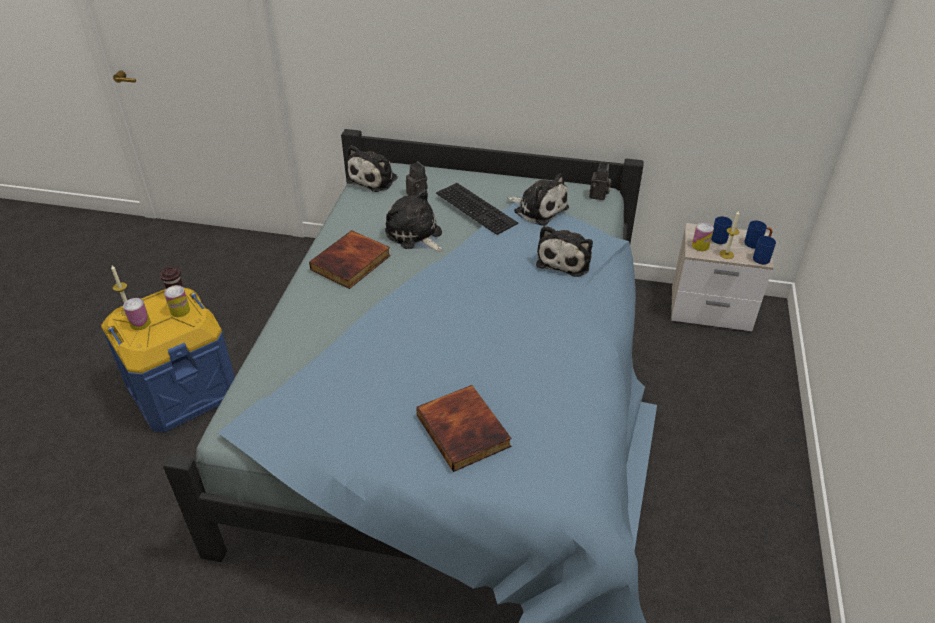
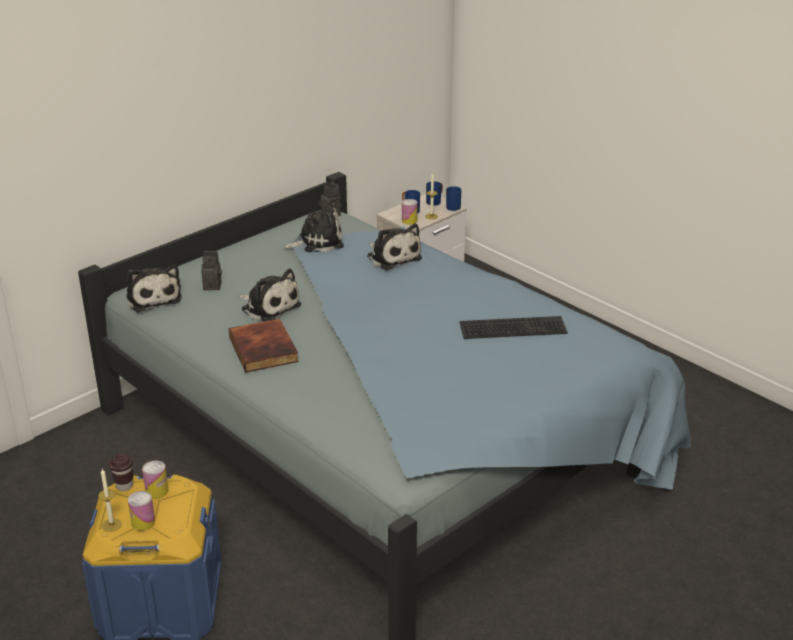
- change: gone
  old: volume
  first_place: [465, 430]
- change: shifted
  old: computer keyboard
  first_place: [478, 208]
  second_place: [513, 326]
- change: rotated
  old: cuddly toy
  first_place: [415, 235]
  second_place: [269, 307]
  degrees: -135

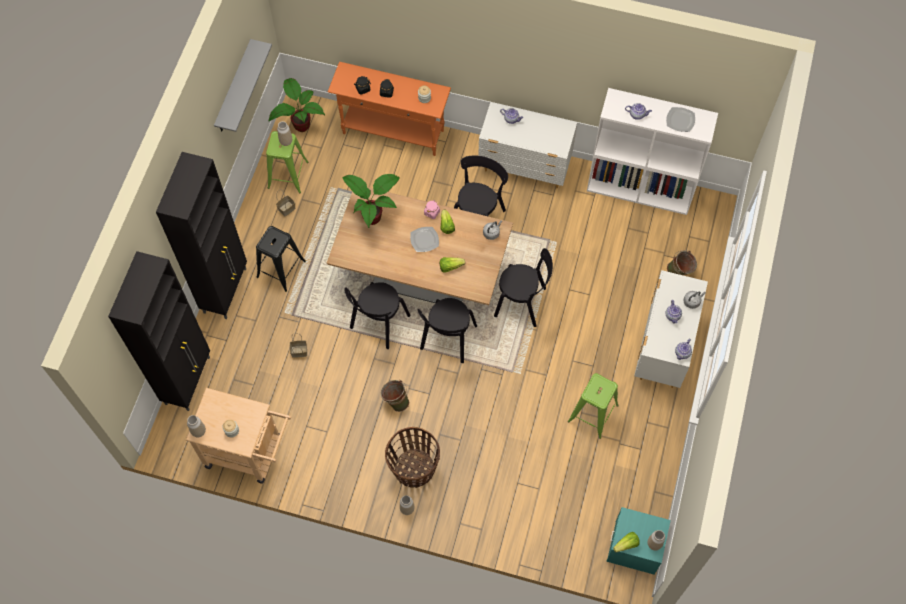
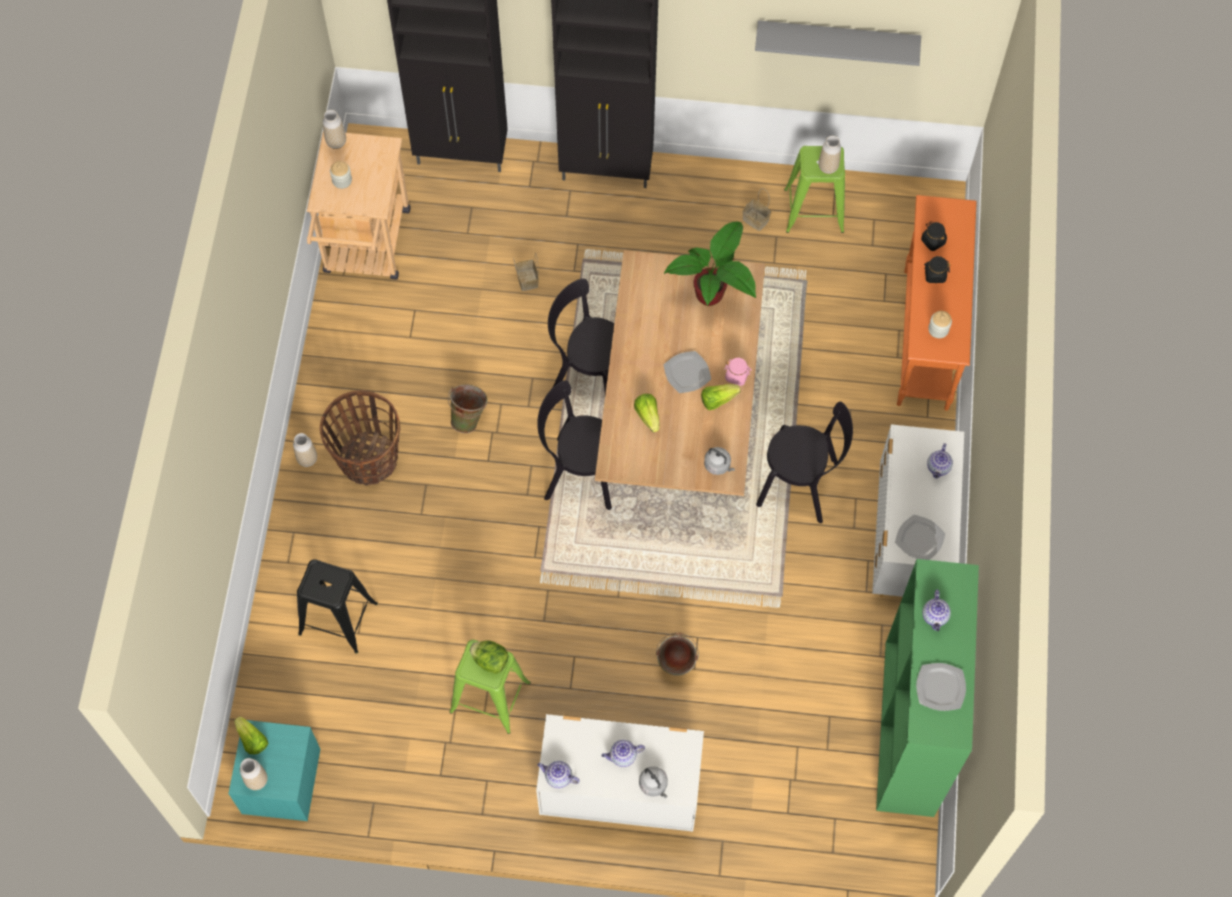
- change: gone
  old: plant in a pot
  first_place: [300, 125]
- change: gone
  old: chair (black)
  first_place: [523, 303]
- change: new
  new: lettuce head
  second_place: [490, 661]
- change: new
  new: dinner plate
  second_place: [919, 538]
- change: shifted
  old: stool (black)
  first_place: [281, 269]
  second_place: [338, 619]
- change: shifted
  old: water bucket (green-coloured)
  first_place: [680, 273]
  second_place: [676, 665]
- change: repainted
  old: bookshelf (white-coloured)
  new: bookshelf (green-coloured)
  first_place: [640, 188]
  second_place: [910, 729]

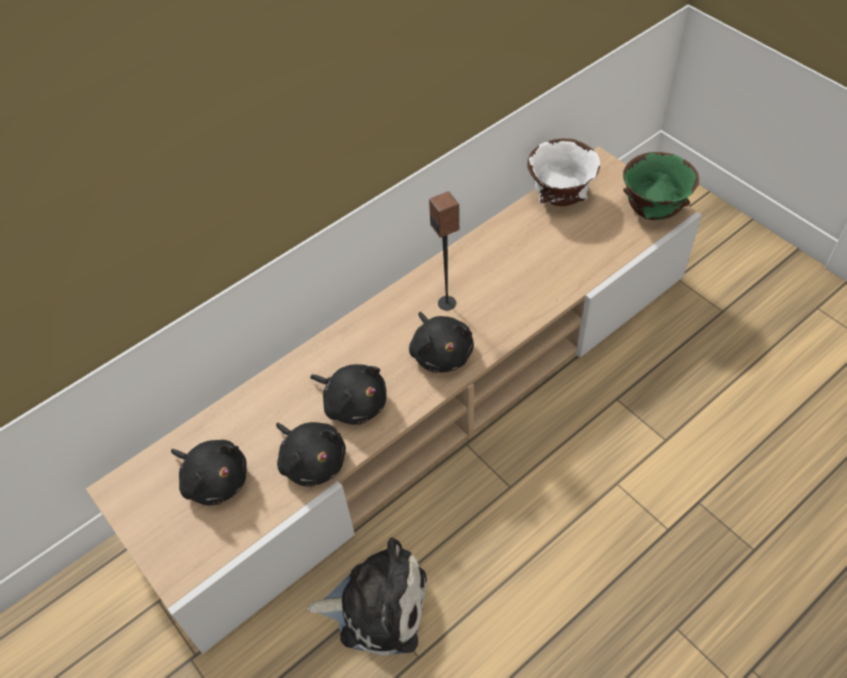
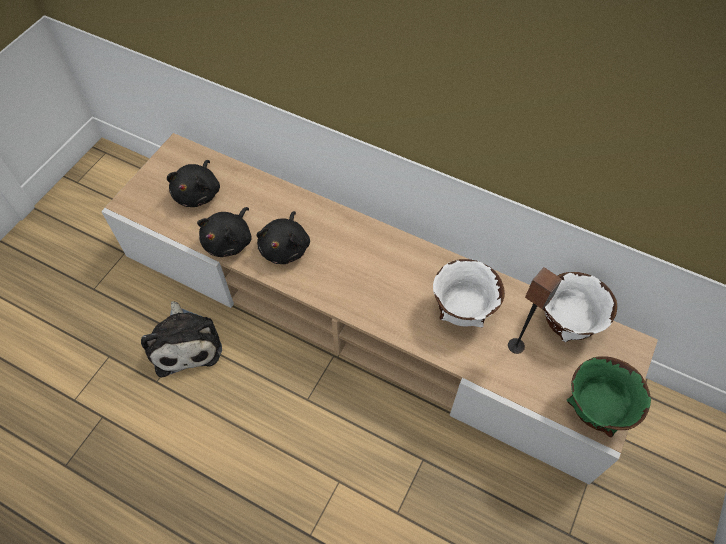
- change: gone
  old: cuddly toy (black)
  first_place: [441, 353]
- change: new
  new: bowl (white-coloured)
  second_place: [462, 311]
- change: shifted
  old: audio speaker
  first_place: [447, 303]
  second_place: [516, 346]

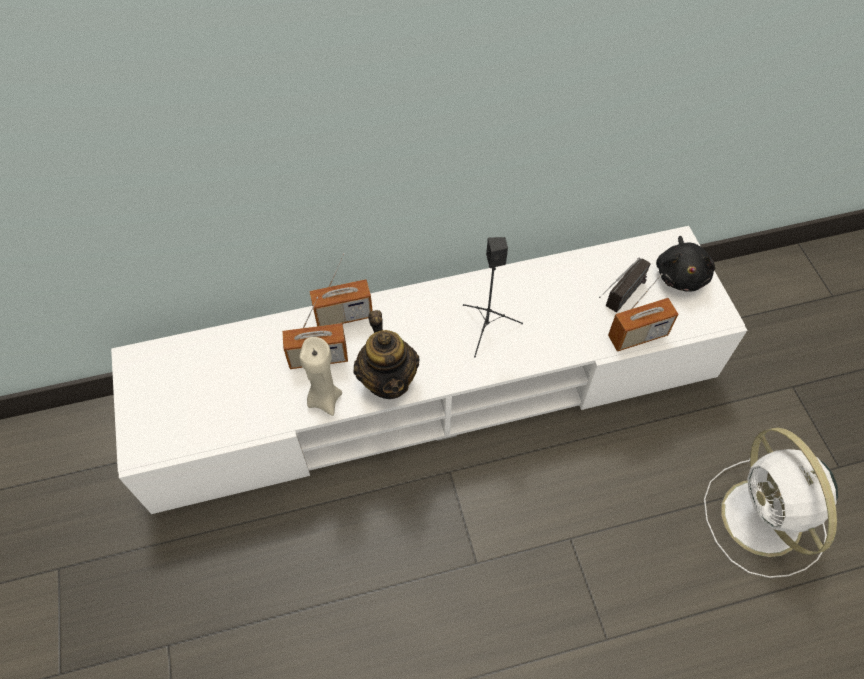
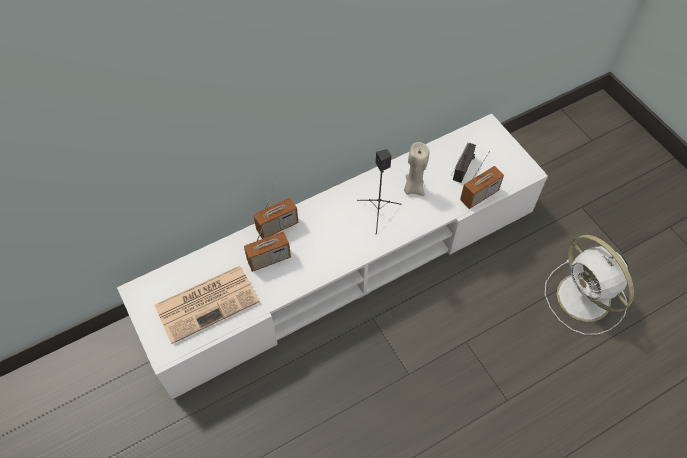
- change: gone
  old: pot for tea
  first_place: [388, 380]
- change: gone
  old: cuddly toy (black)
  first_place: [681, 275]
- change: new
  new: newspaper
  second_place: [208, 302]
- change: shifted
  old: candle (beige)
  first_place: [324, 398]
  second_place: [413, 188]

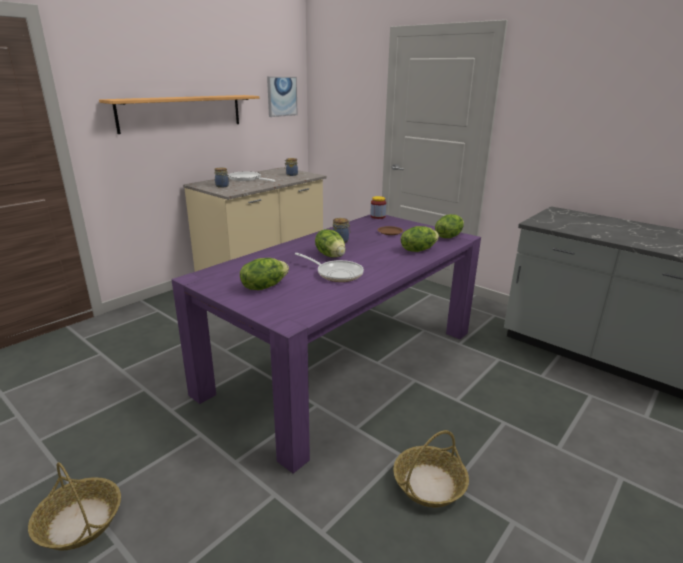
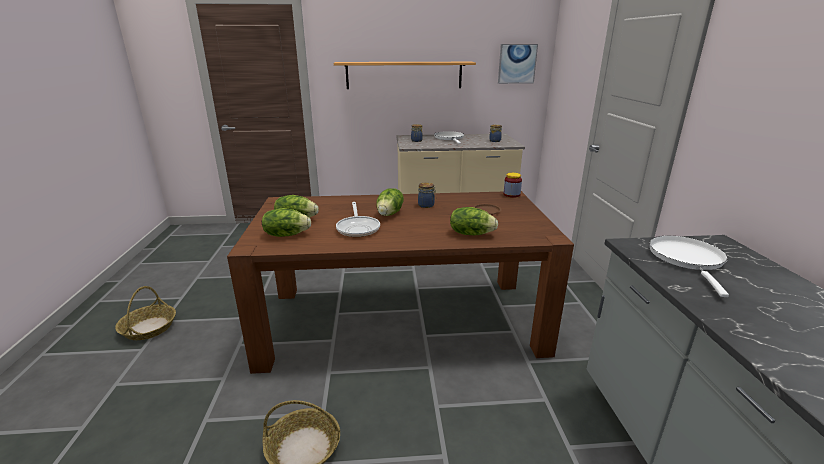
- change: new
  new: frying pan (white-coloured)
  second_place: [687, 259]
- change: shifted
  old: lettuce head
  first_place: [448, 236]
  second_place: [286, 234]
- change: repainted
  old: dinner table (purple)
  new: dinner table (brownish)
  first_place: [343, 361]
  second_place: [402, 320]

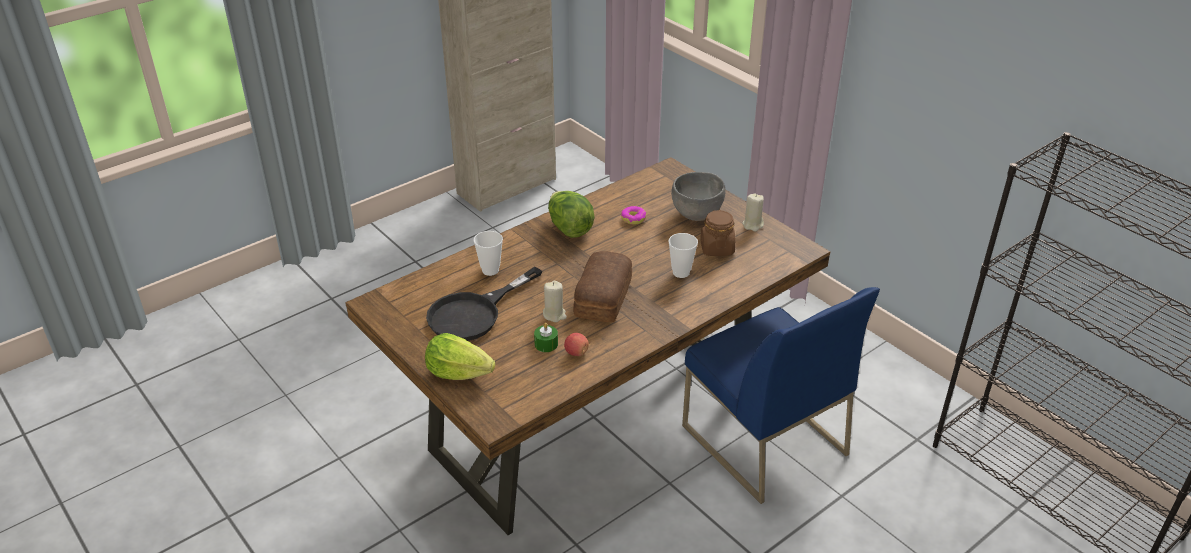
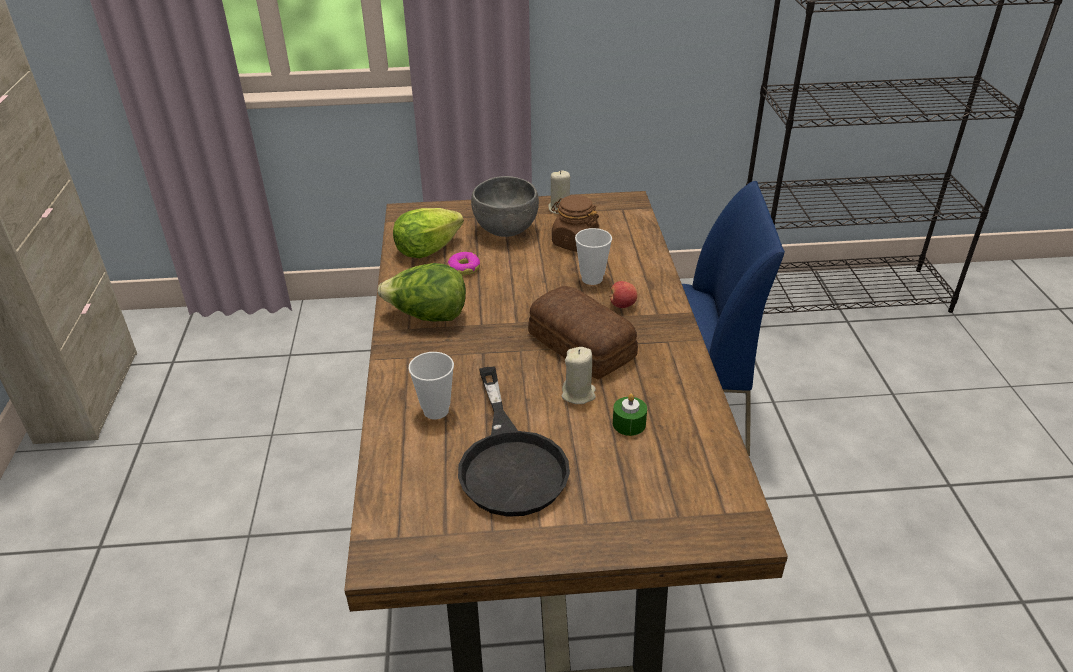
- change: shifted
  old: lettuce head
  first_place: [458, 373]
  second_place: [427, 249]
- change: shifted
  old: whole apple
  first_place: [576, 352]
  second_place: [622, 305]

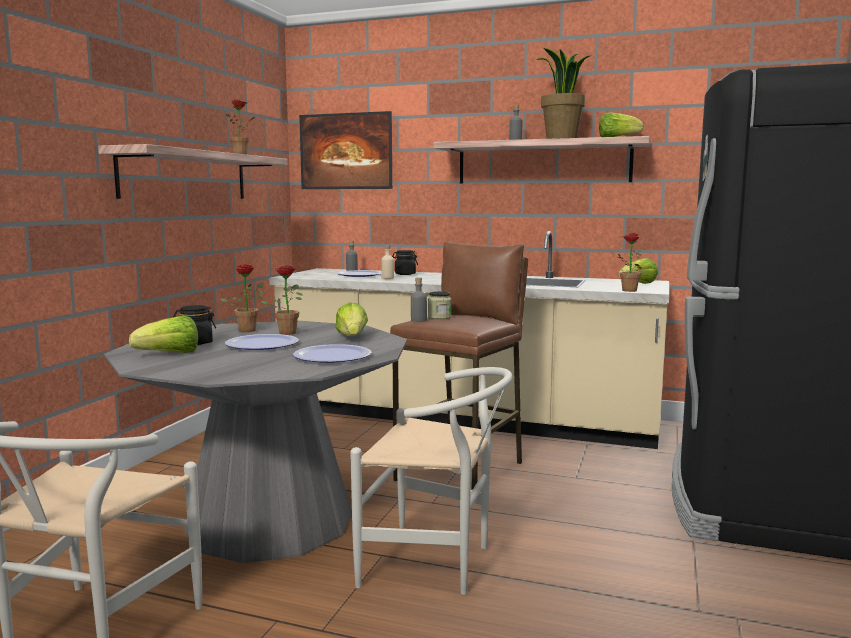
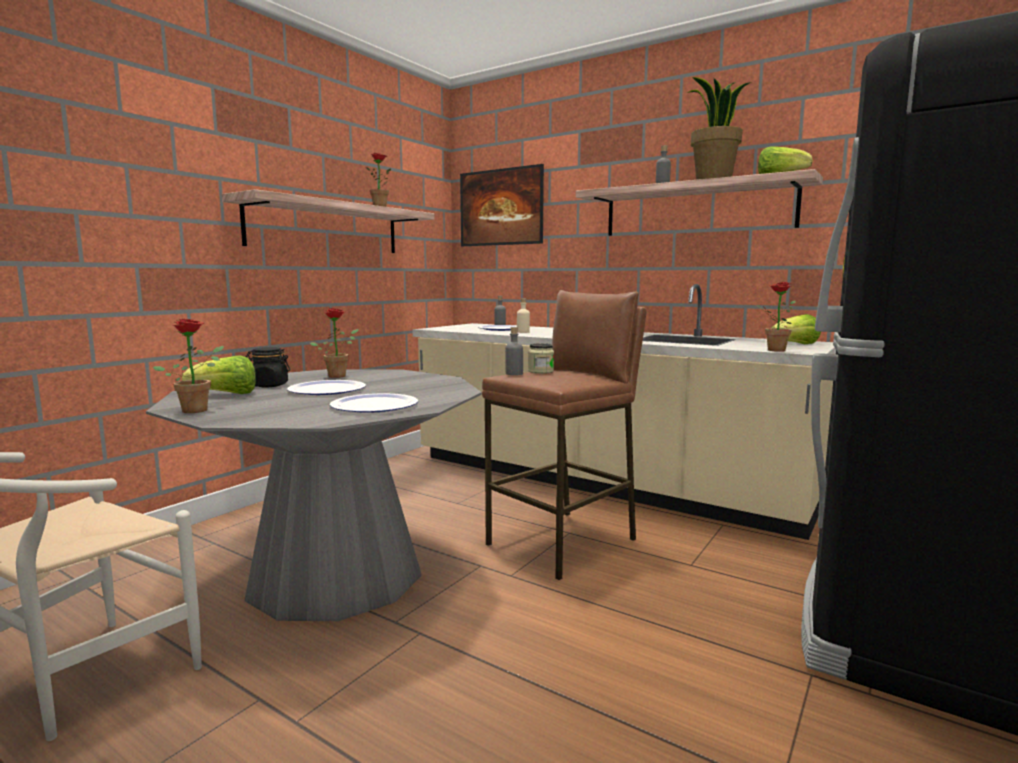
- change: gone
  old: lettuce head
  first_place: [352, 338]
- change: gone
  old: chair (white-coloured)
  first_place: [436, 563]
- change: gone
  old: preserve jar (black)
  first_place: [404, 274]
- change: shifted
  old: plant in a pot
  first_place: [287, 332]
  second_place: [198, 409]

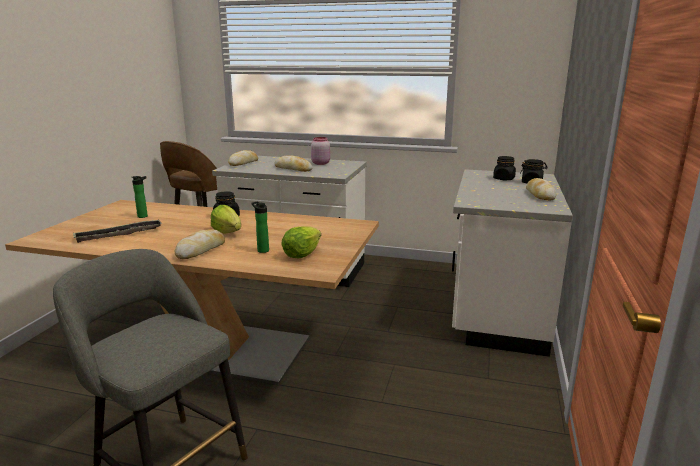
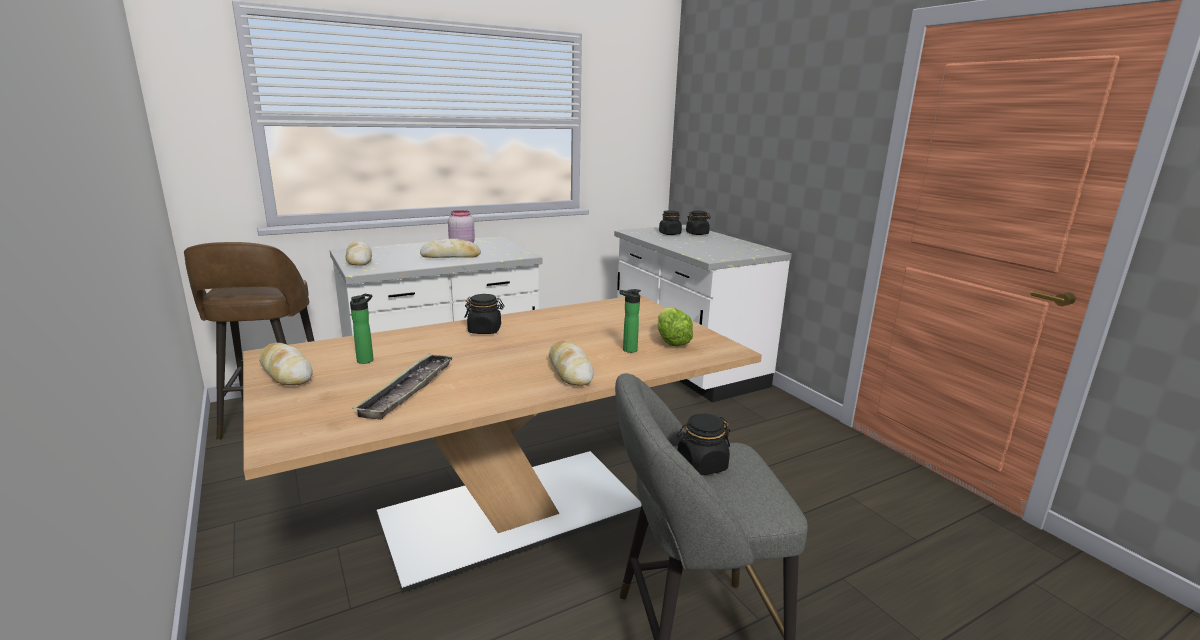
- change: gone
  old: lettuce head
  first_place: [227, 232]
- change: new
  new: preserve jar (black)
  second_place: [701, 465]
- change: shifted
  old: bread
  first_place: [539, 195]
  second_place: [286, 372]

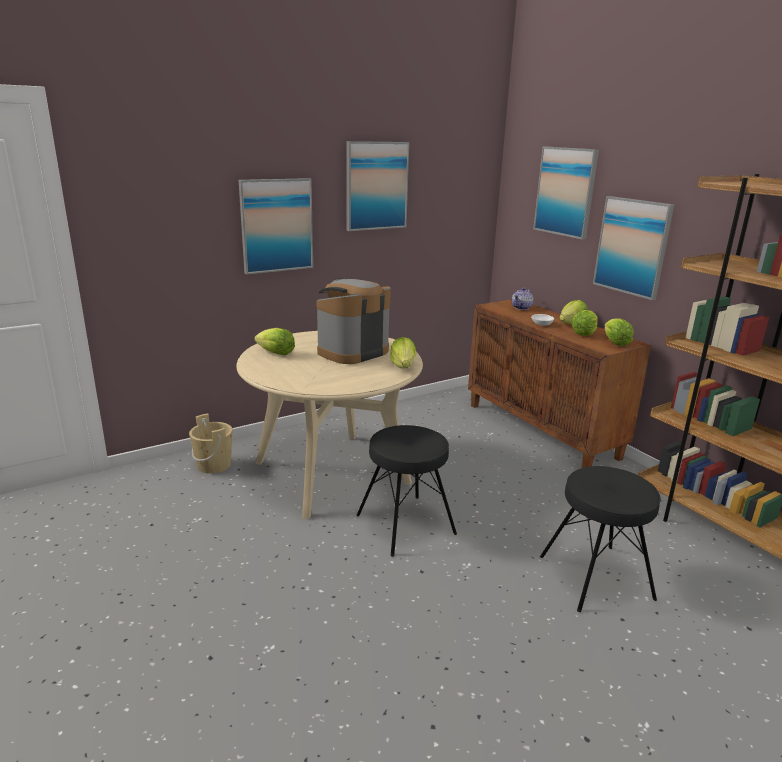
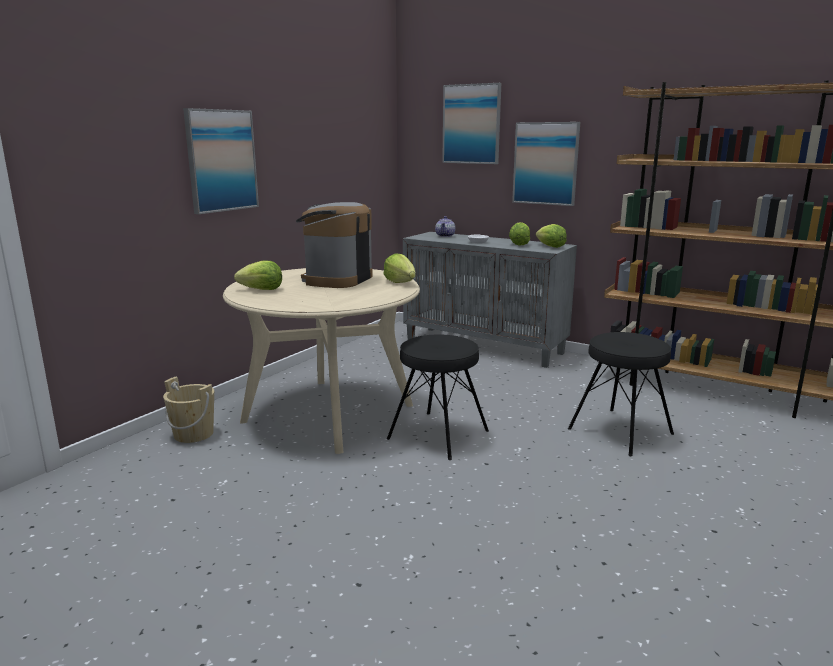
- change: gone
  old: picture
  first_place: [376, 186]
- change: gone
  old: lettuce head
  first_place: [571, 324]
- change: repainted
  old: cupboard (brownish)
  new: cupboard (gray)
  first_place: [542, 430]
  second_place: [484, 346]

